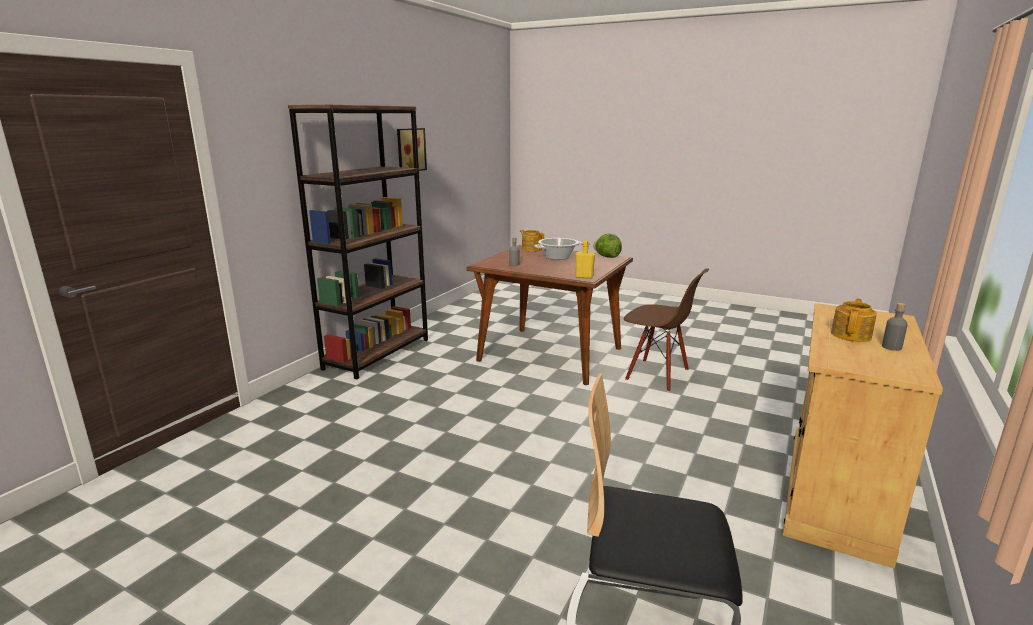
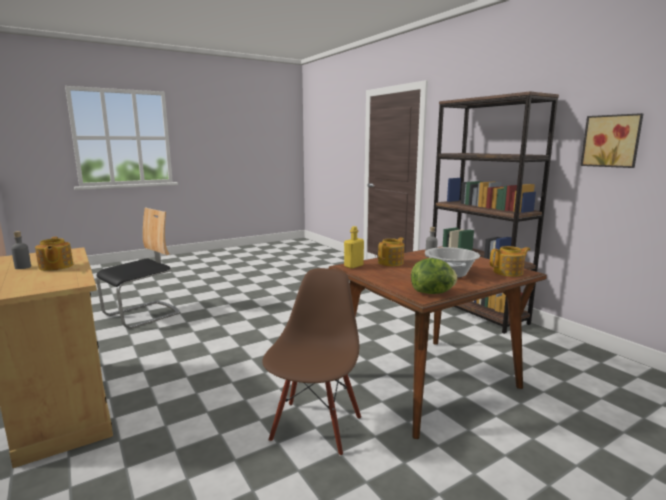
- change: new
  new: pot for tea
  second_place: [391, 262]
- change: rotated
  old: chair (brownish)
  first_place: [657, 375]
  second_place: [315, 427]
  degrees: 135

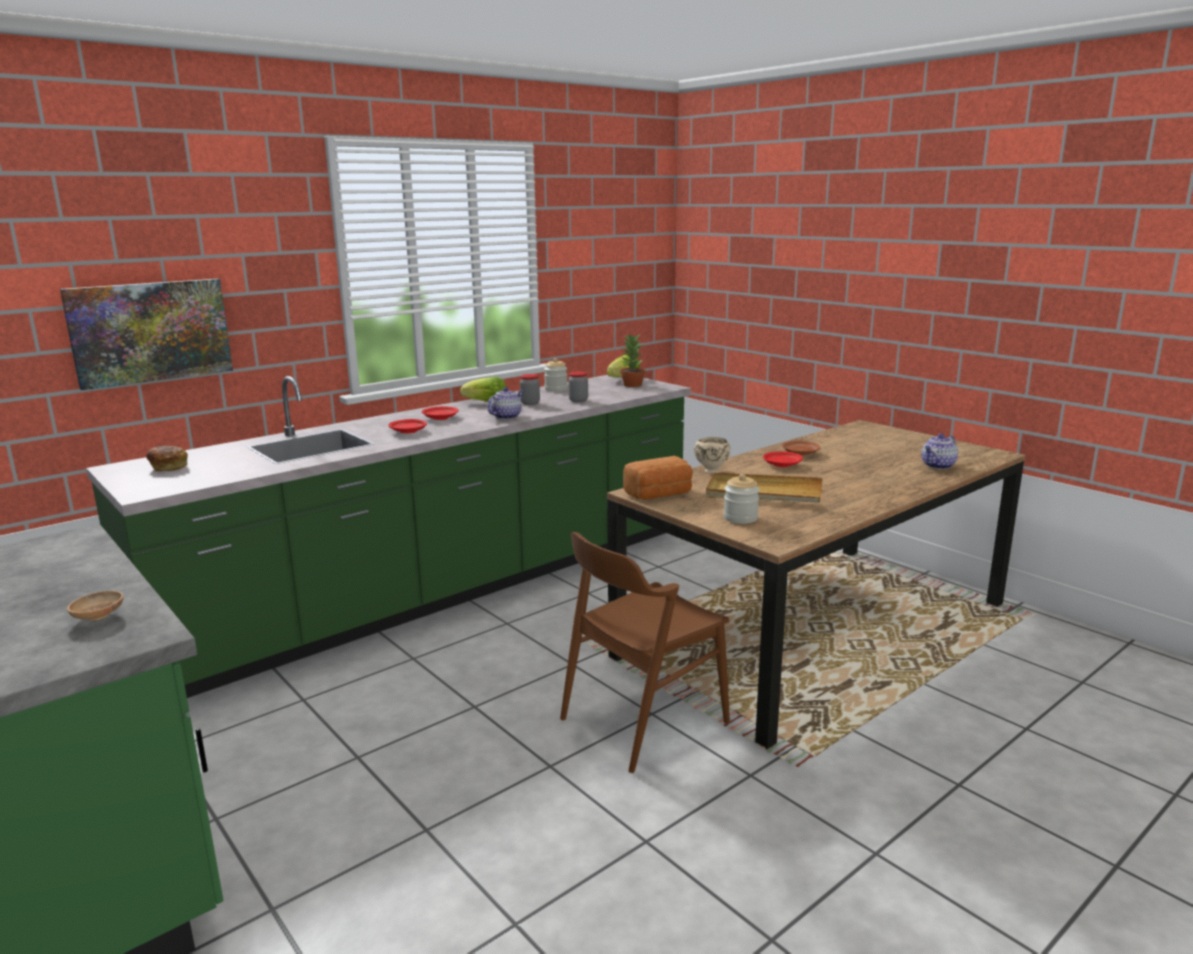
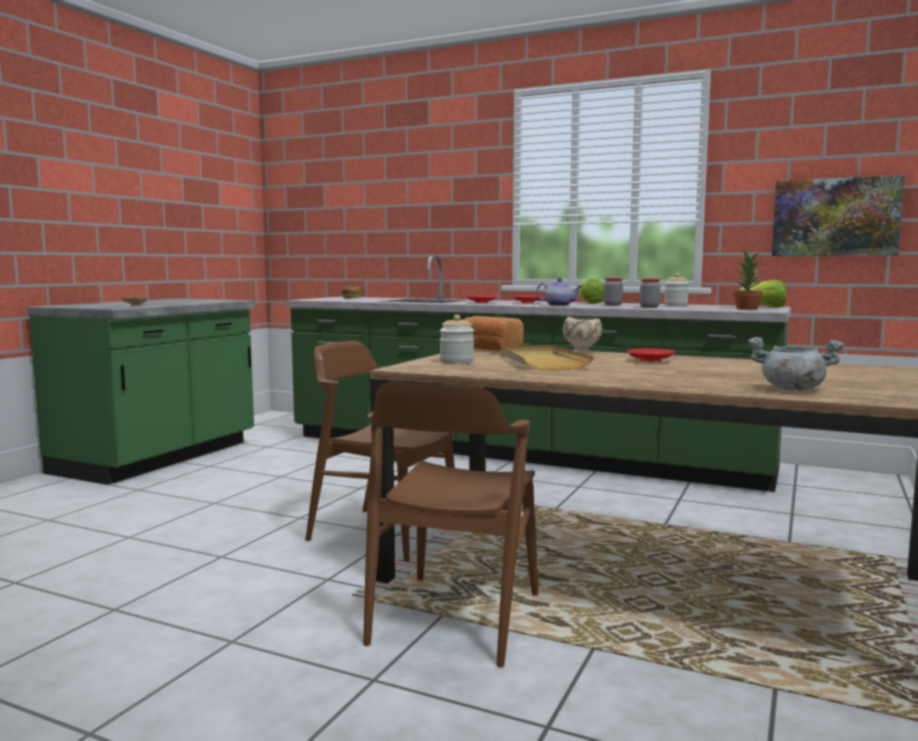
- change: gone
  old: dinner plate (brownish)
  first_place: [800, 453]
- change: new
  new: chair (brownish)
  second_place: [455, 618]
- change: shifted
  old: picture
  first_place: [150, 331]
  second_place: [835, 217]
- change: swapped
  old: pot for tea
  new: stockpot (gray)
  first_place: [938, 466]
  second_place: [792, 389]

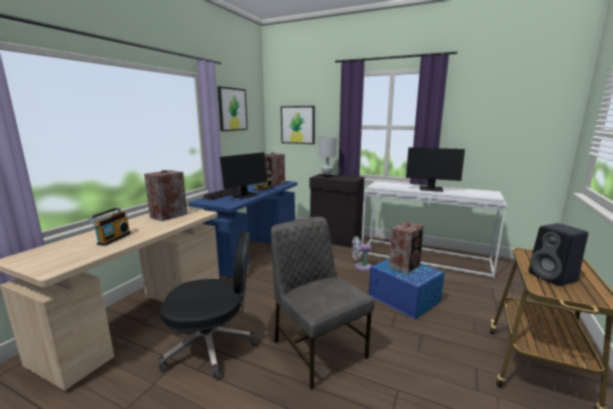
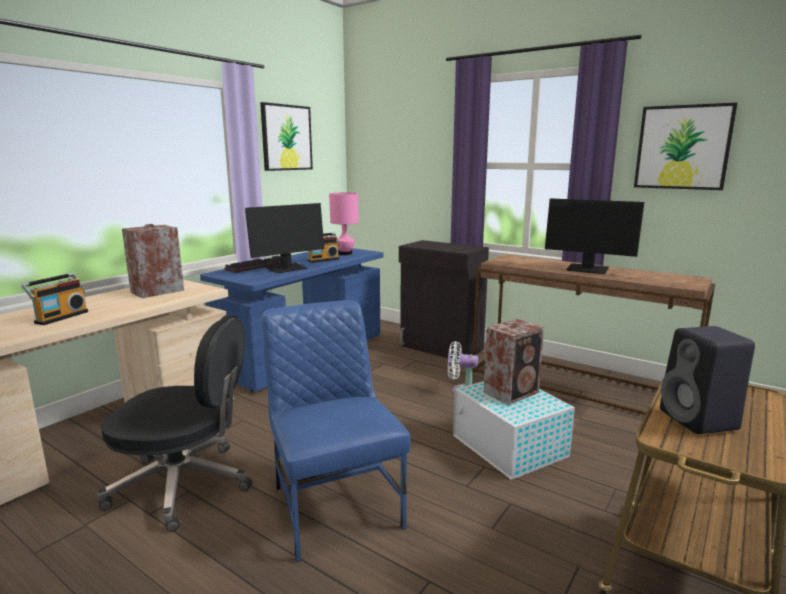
- change: gone
  old: lamp for a table (white-coloured)
  first_place: [327, 176]
- change: shifted
  old: picture
  first_place: [298, 125]
  second_place: [682, 147]
- change: swapped
  old: audio speaker
  new: lamp for a table (pink)
  first_place: [274, 183]
  second_place: [345, 253]
- change: repainted
  old: chair (gray)
  new: chair (blue-coloured)
  first_place: [317, 348]
  second_place: [334, 505]
- change: repainted
  old: hall table (white-coloured)
  new: hall table (brownish)
  first_place: [425, 257]
  second_place: [578, 384]
- change: repainted
  old: storage bin (blue-coloured)
  new: storage bin (white-coloured)
  first_place: [404, 299]
  second_place: [510, 447]

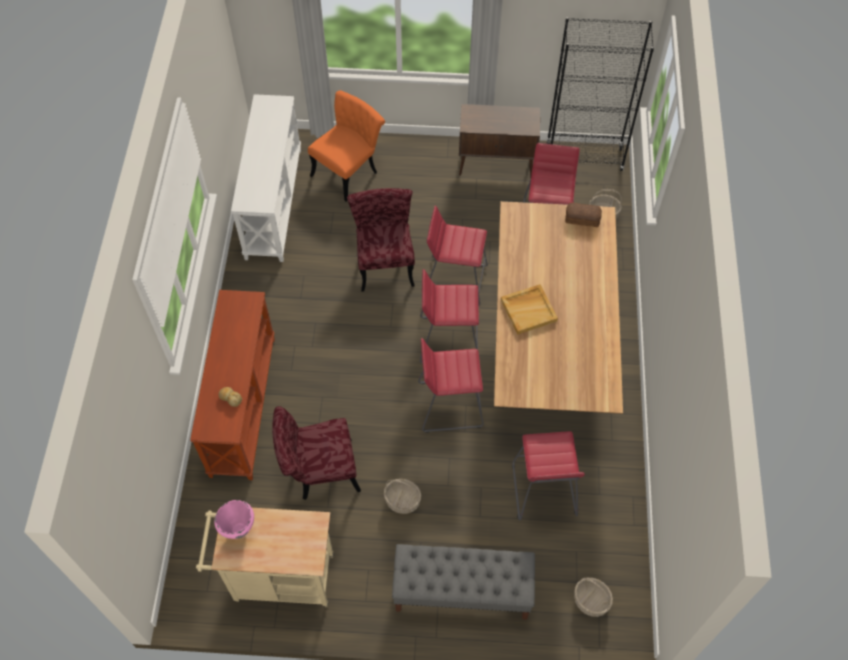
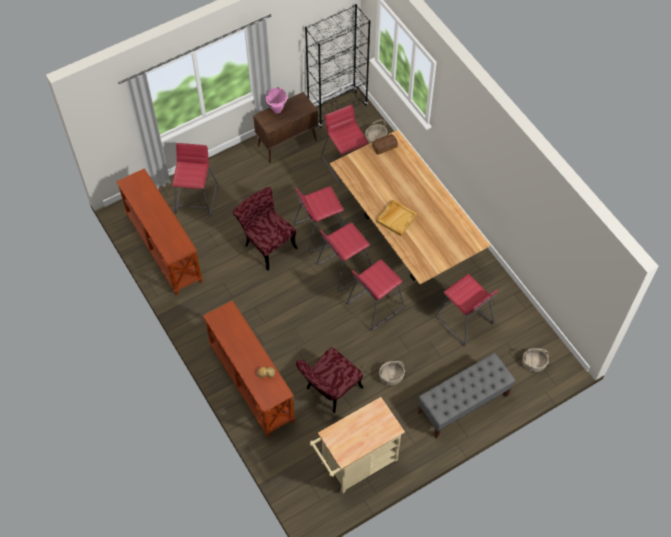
- change: shifted
  old: stockpot (pink)
  first_place: [240, 531]
  second_place: [277, 110]
- change: swapped
  old: chair (orangey)
  new: stool (red-coloured)
  first_place: [349, 170]
  second_place: [196, 199]
- change: repainted
  old: hall table (white-coloured)
  new: hall table (brownish)
  first_place: [272, 203]
  second_place: [163, 248]

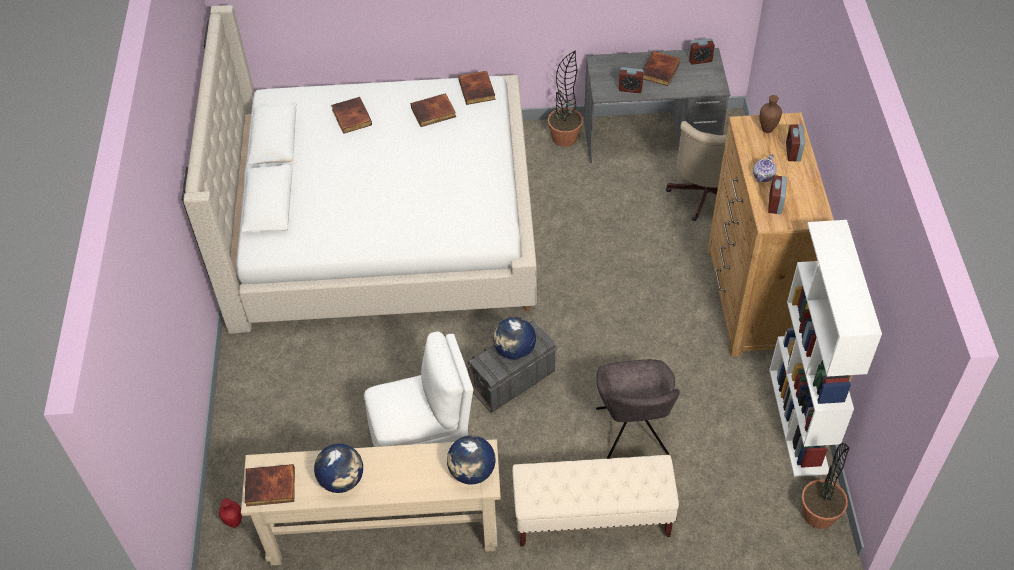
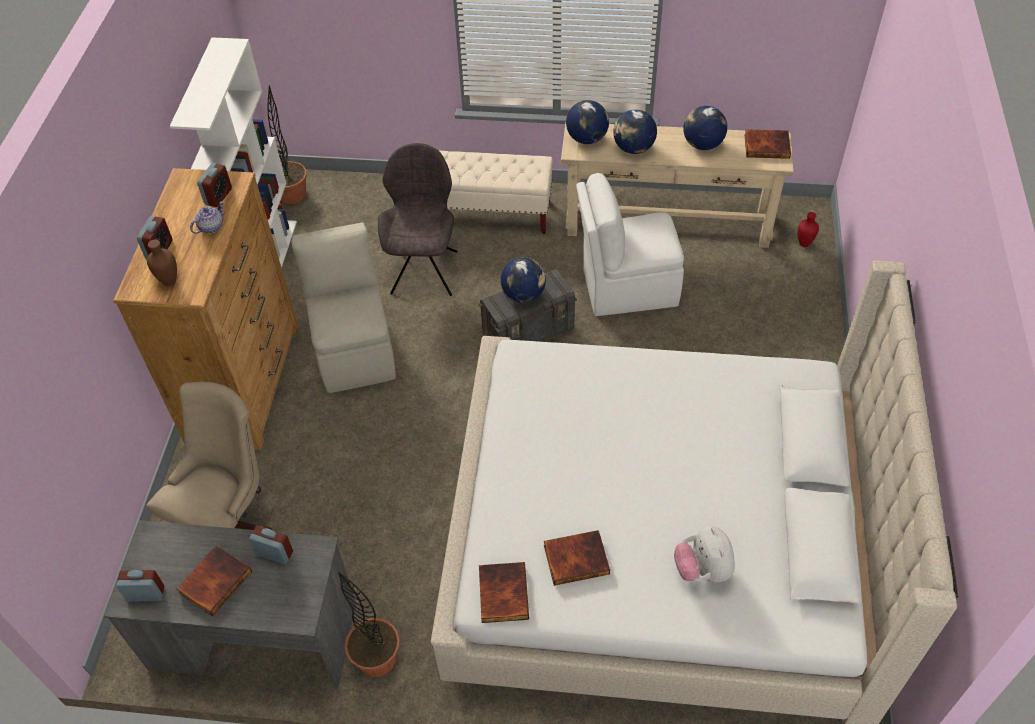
- change: new
  new: chair (beige)
  second_place: [355, 350]
- change: new
  new: desk globe
  second_place: [633, 148]
- change: swapped
  old: volume
  new: cuddly toy
  first_place: [350, 117]
  second_place: [702, 570]

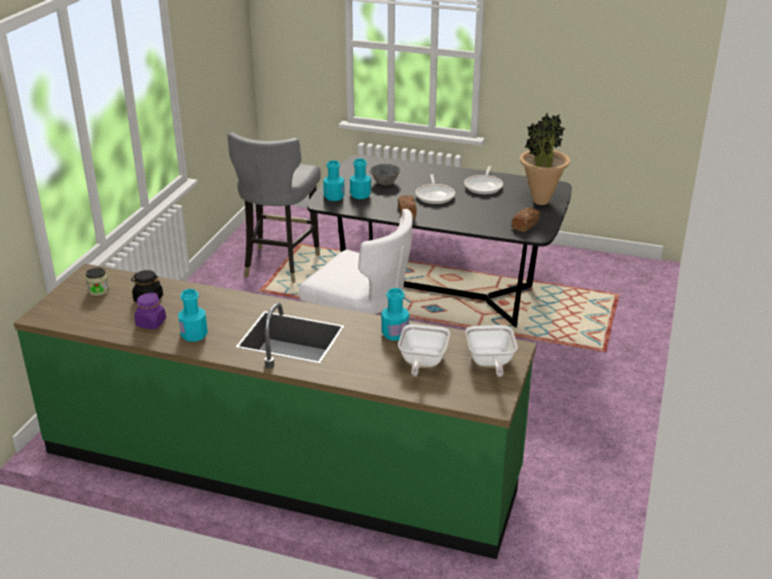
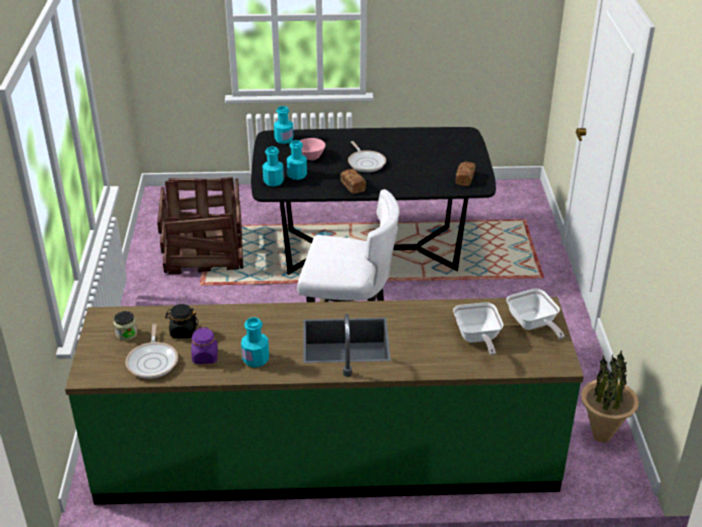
- change: shifted
  old: beverage bottle (blue-green)
  first_place: [395, 334]
  second_place: [284, 139]
- change: shifted
  old: frying pan
  first_place: [484, 186]
  second_place: [153, 361]
- change: shifted
  old: plant in a pot
  first_place: [541, 201]
  second_place: [601, 436]
- change: swapped
  old: chair (gray)
  new: packing crate
  first_place: [279, 264]
  second_place: [203, 252]
- change: repainted
  old: bowl (gray)
  new: bowl (pink)
  first_place: [386, 182]
  second_place: [311, 156]

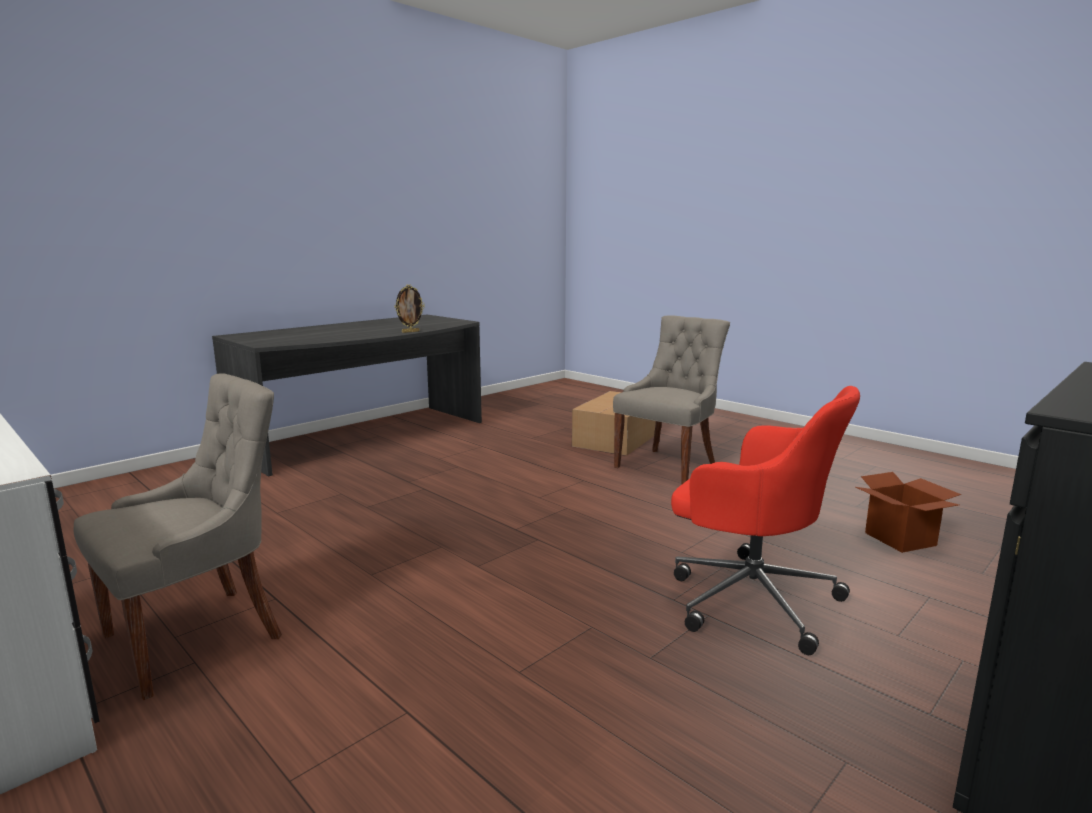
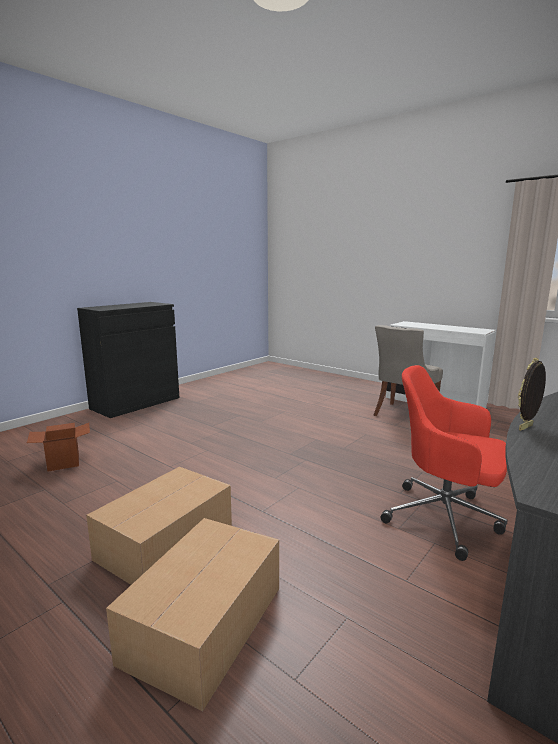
- change: shifted
  old: computer chair (red-coloured)
  first_place: [749, 598]
  second_place: [445, 518]
- change: swapped
  old: chair (gray)
  new: packing box
  first_place: [668, 465]
  second_place: [164, 543]

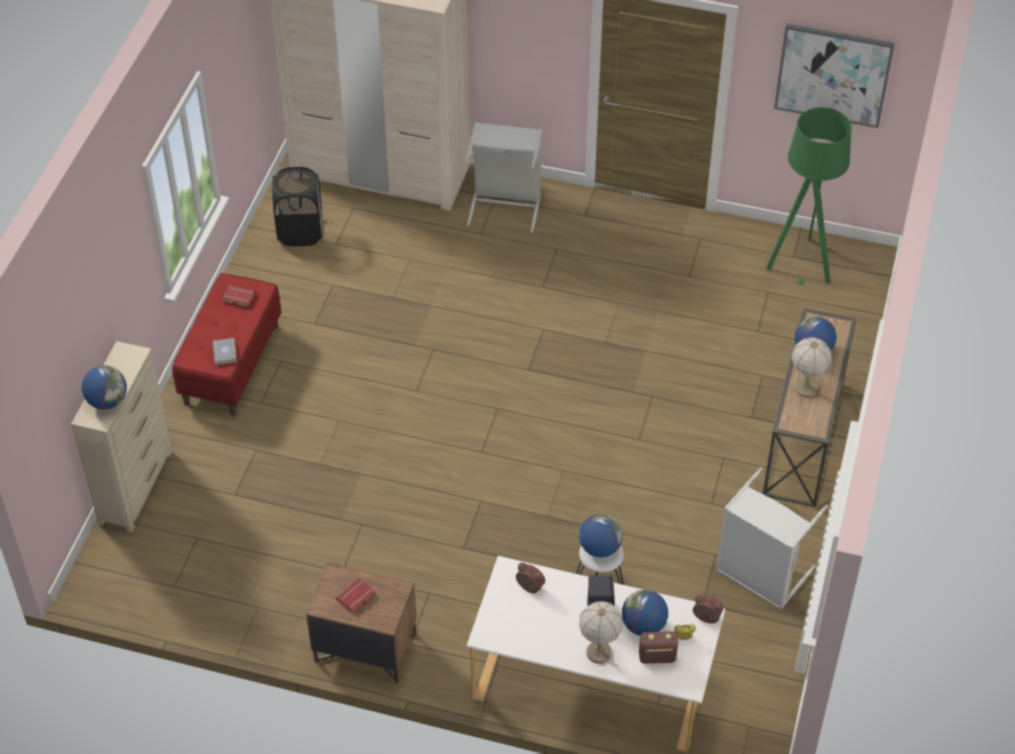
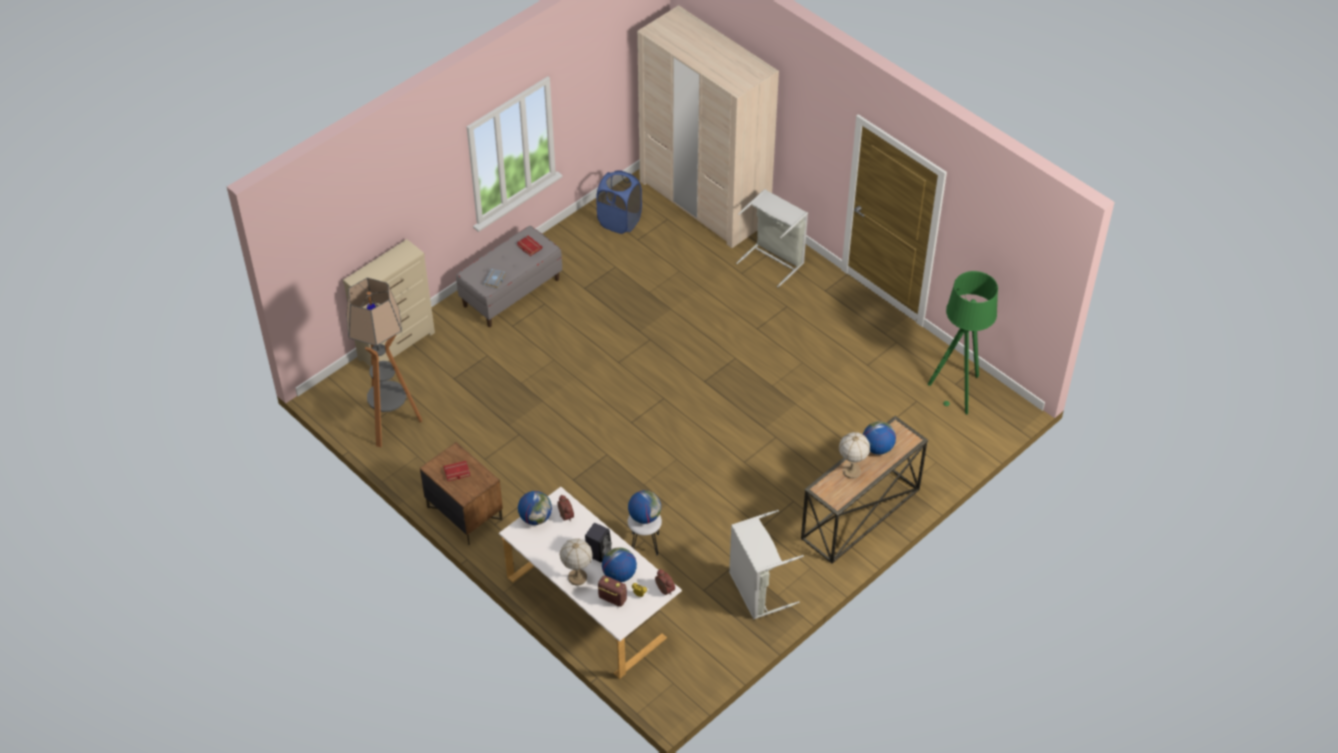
- change: gone
  old: picture
  first_place: [833, 75]
- change: new
  new: standing lamp
  second_place: [391, 424]
- change: shifted
  old: desk globe
  first_place: [107, 401]
  second_place: [535, 518]
- change: repainted
  old: bench (red-coloured)
  new: bench (gray)
  first_place: [231, 364]
  second_place: [511, 292]
- change: repainted
  old: washing basket (black)
  new: washing basket (blue-coloured)
  first_place: [300, 232]
  second_place: [619, 221]

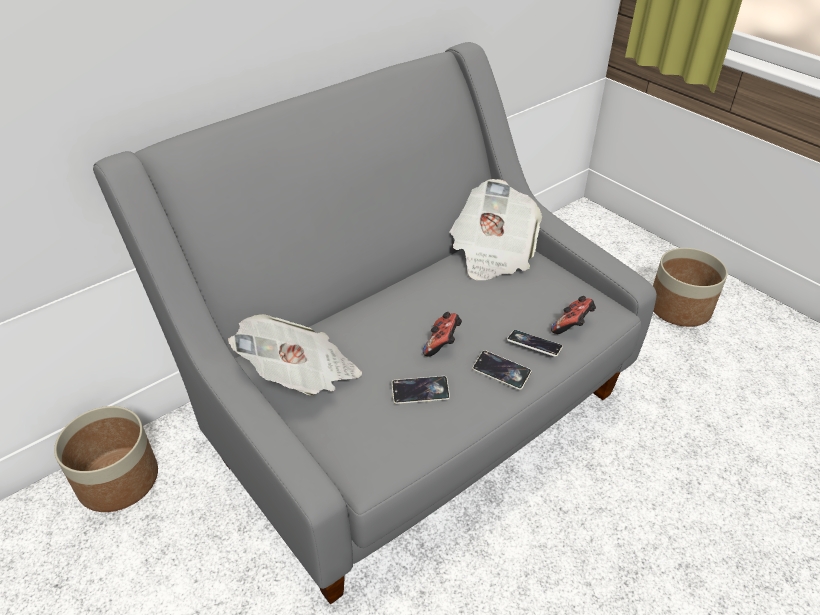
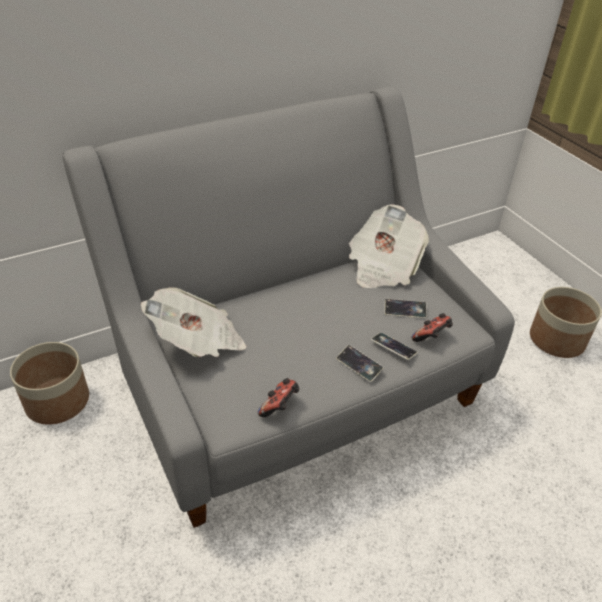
- change: shifted
  old: phone
  first_place: [420, 392]
  second_place: [405, 310]
- change: shifted
  old: game controller
  first_place: [442, 344]
  second_place: [280, 406]

